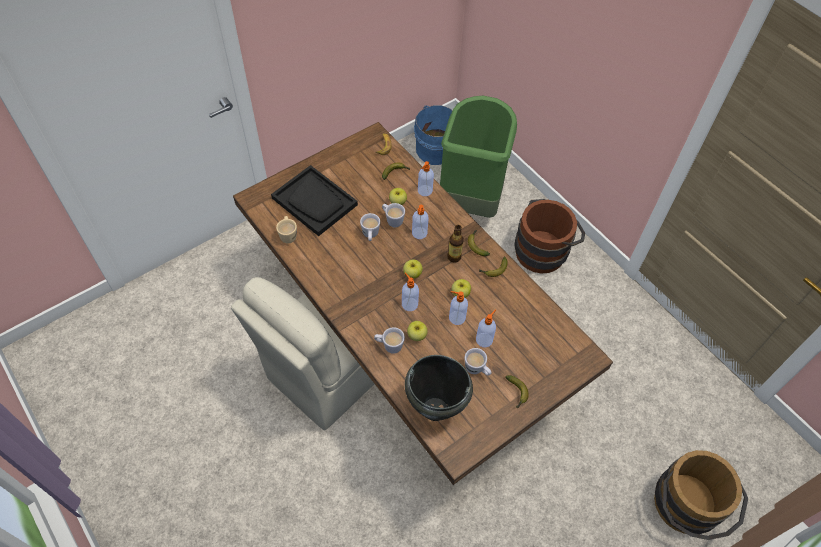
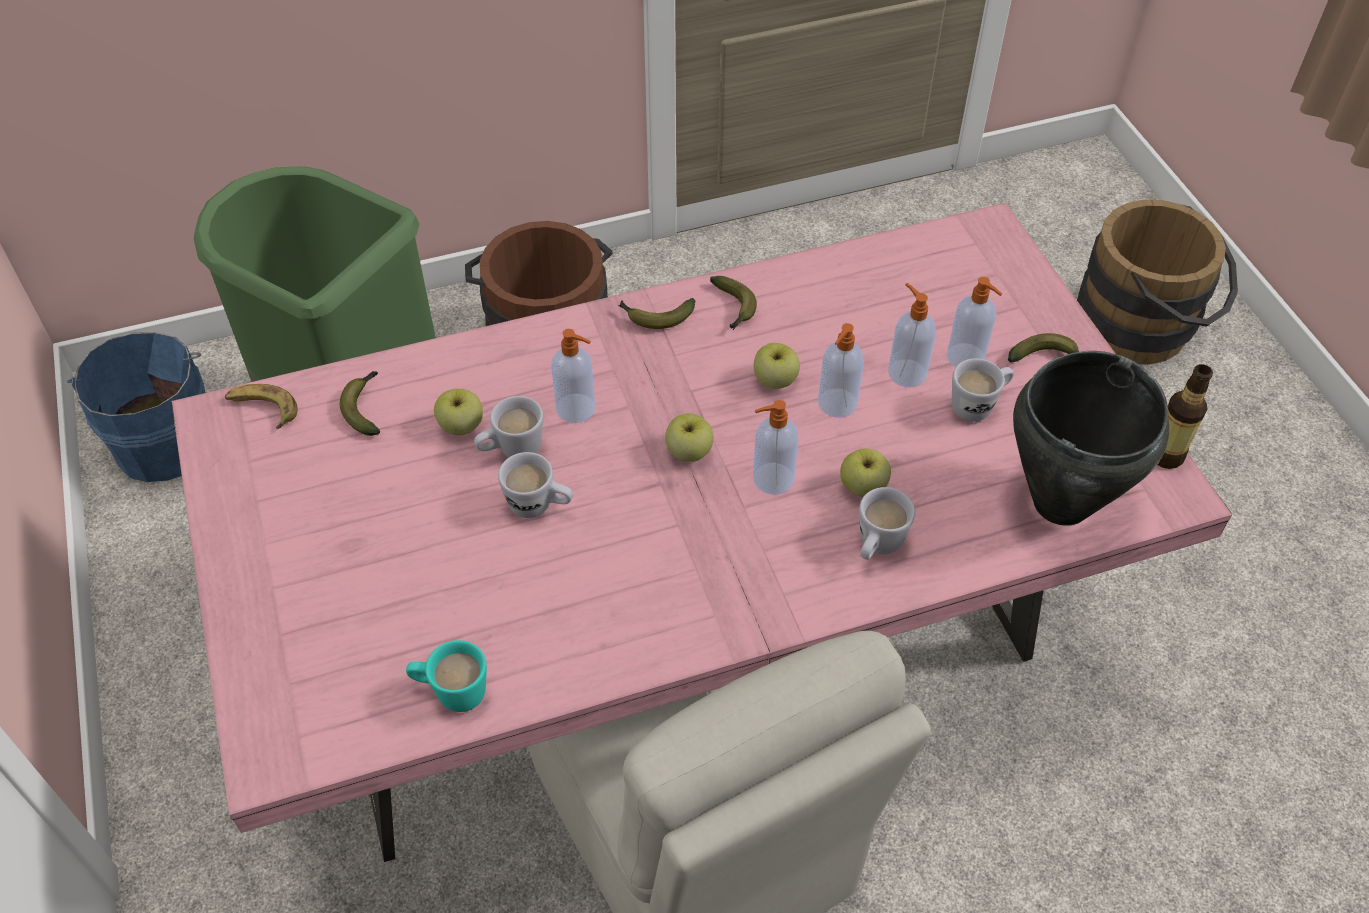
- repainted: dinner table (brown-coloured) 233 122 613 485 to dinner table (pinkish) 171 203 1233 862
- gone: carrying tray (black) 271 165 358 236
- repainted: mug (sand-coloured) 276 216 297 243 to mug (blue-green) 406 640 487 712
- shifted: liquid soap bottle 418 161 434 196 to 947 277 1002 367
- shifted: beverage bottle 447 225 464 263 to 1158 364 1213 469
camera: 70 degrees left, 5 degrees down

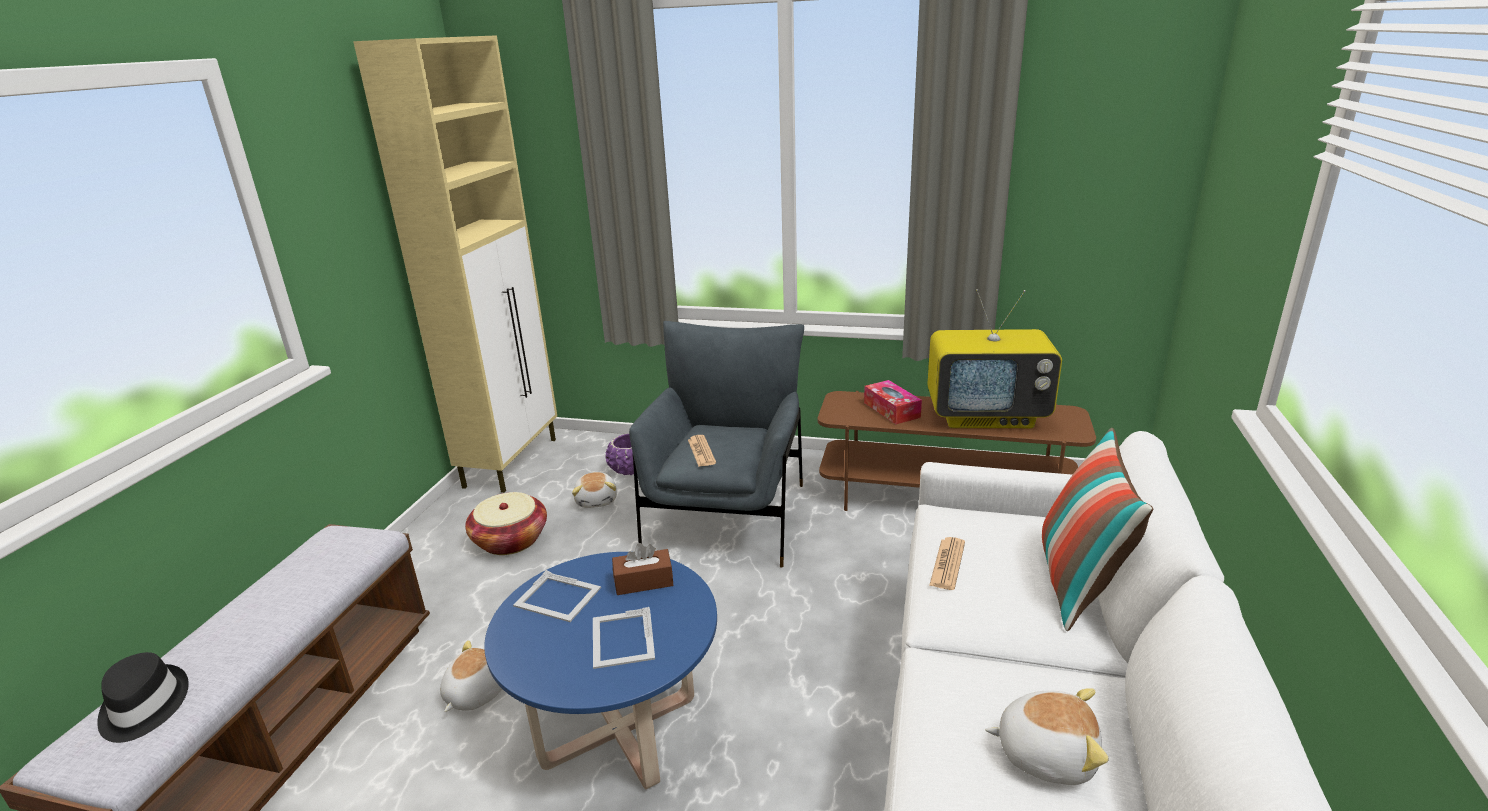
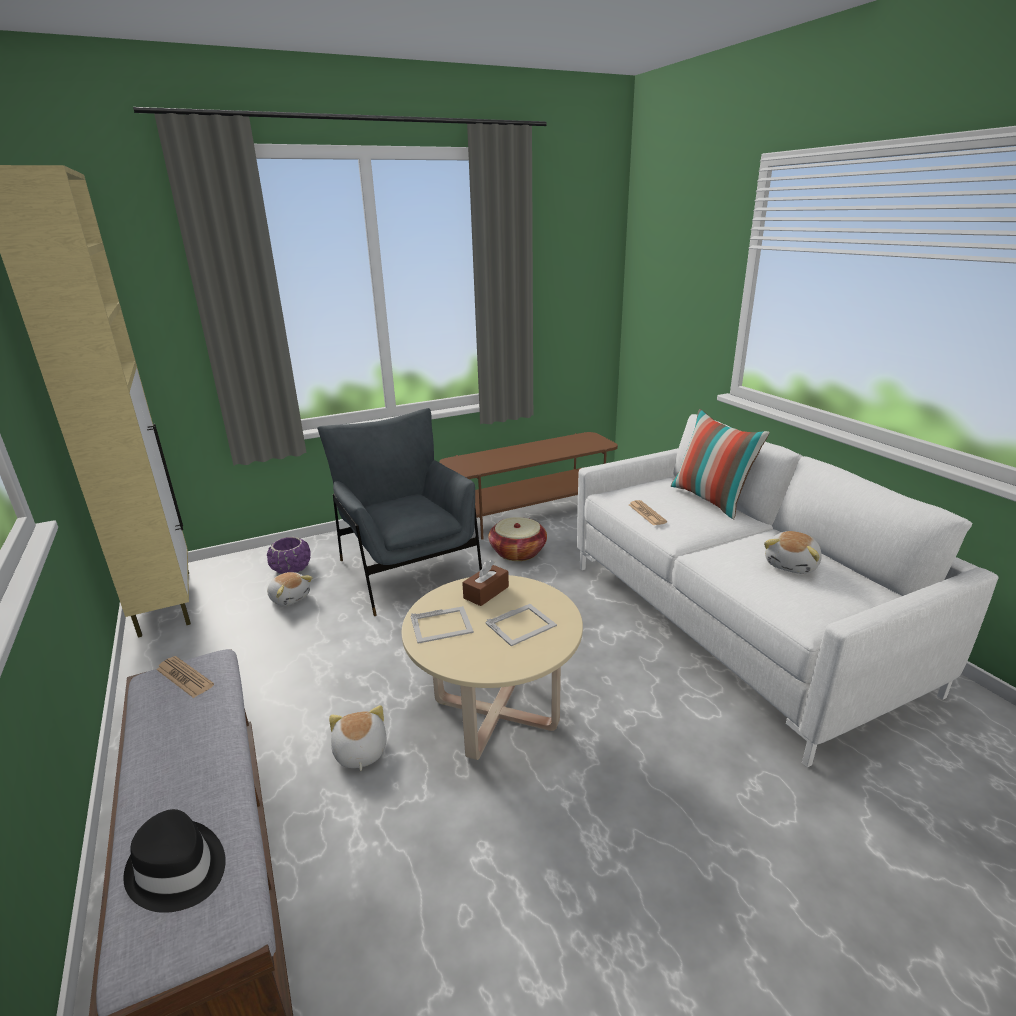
- shifted: household basket 465 492 547 555 to 488 517 547 561
- repainted: coffee table (blue-coloured) 484 552 717 789 to coffee table (sand-coloured) 402 575 583 760
- rotated: standing frame 593 607 655 669 = 485 604 557 646 75 degrees counterclockwise
- shifted: printed paper 688 435 716 467 to 156 656 214 698
- gone: tissue holder 864 380 922 424
- gone: TV set 928 289 1062 428
- rotated: plush toy 985 688 1109 785 = 764 531 822 574 150 degrees clockwise
camera: 40 degrees left, 0 degrees up

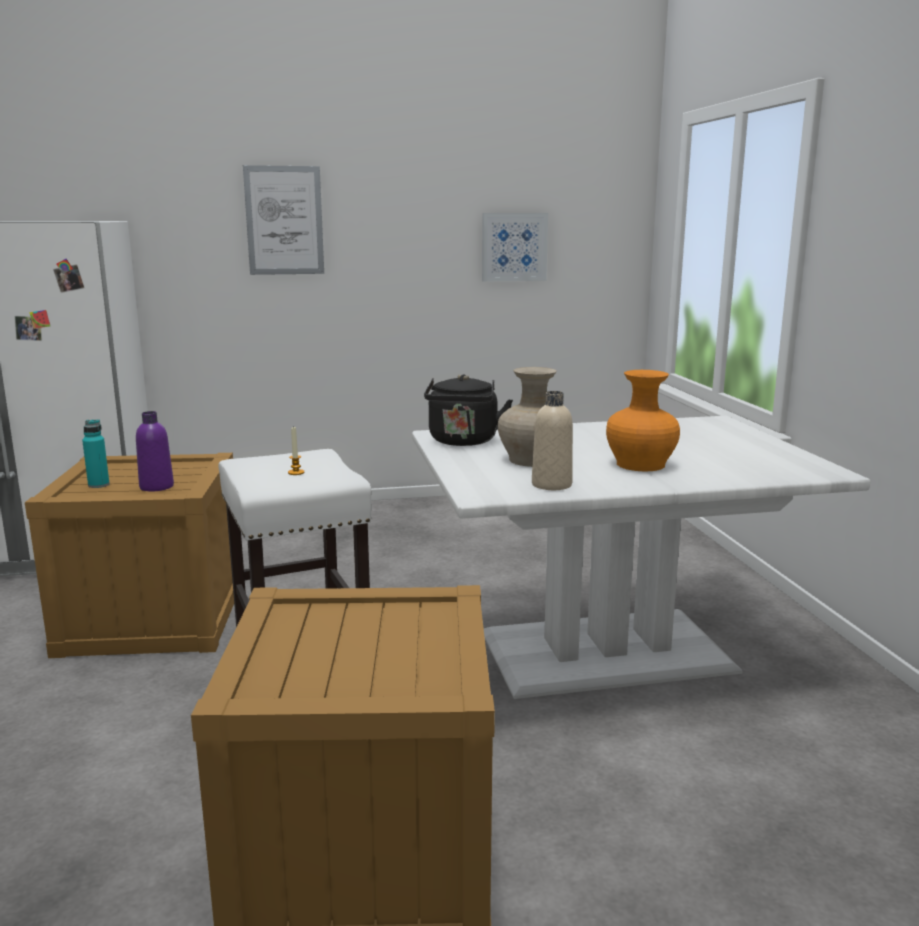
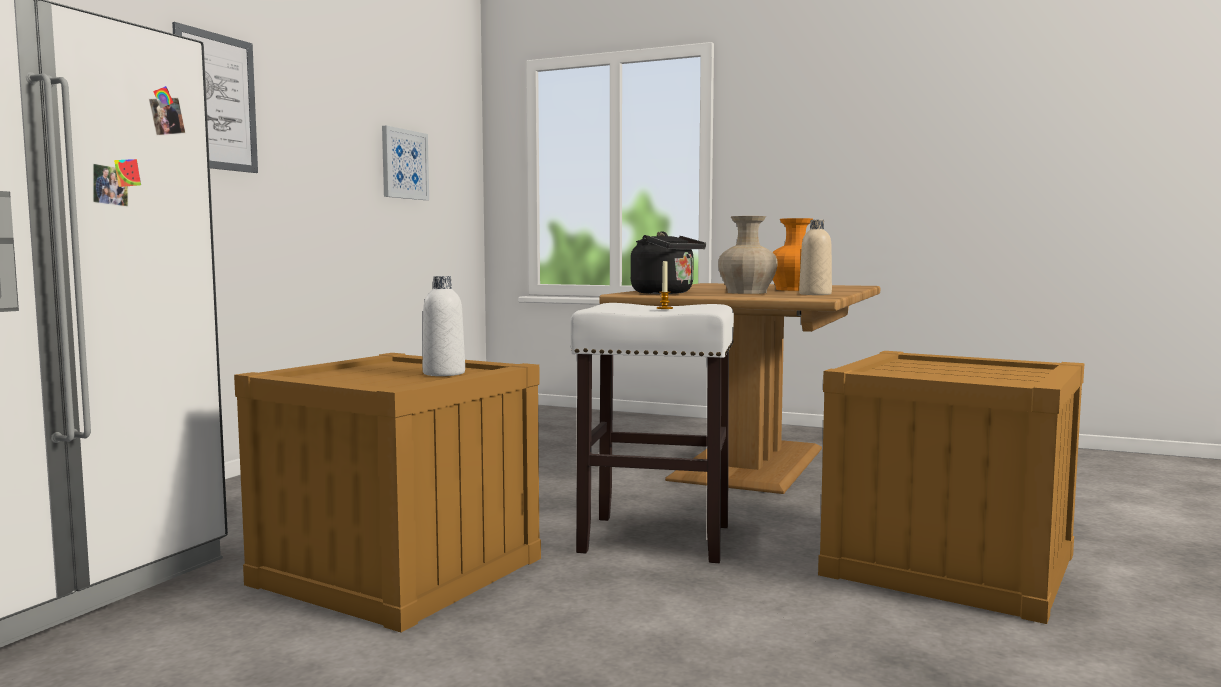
- gone: beverage bottle (blue-green) 82 420 110 488
- repainted: beverage bottle (purple) 136 411 174 491 to beverage bottle (white-coloured) 423 276 465 376
- repainted: dinner table (white-coloured) 412 416 871 699 to dinner table (brown-coloured) 599 283 880 494
camera: 55 degrees left, 10 degrees down

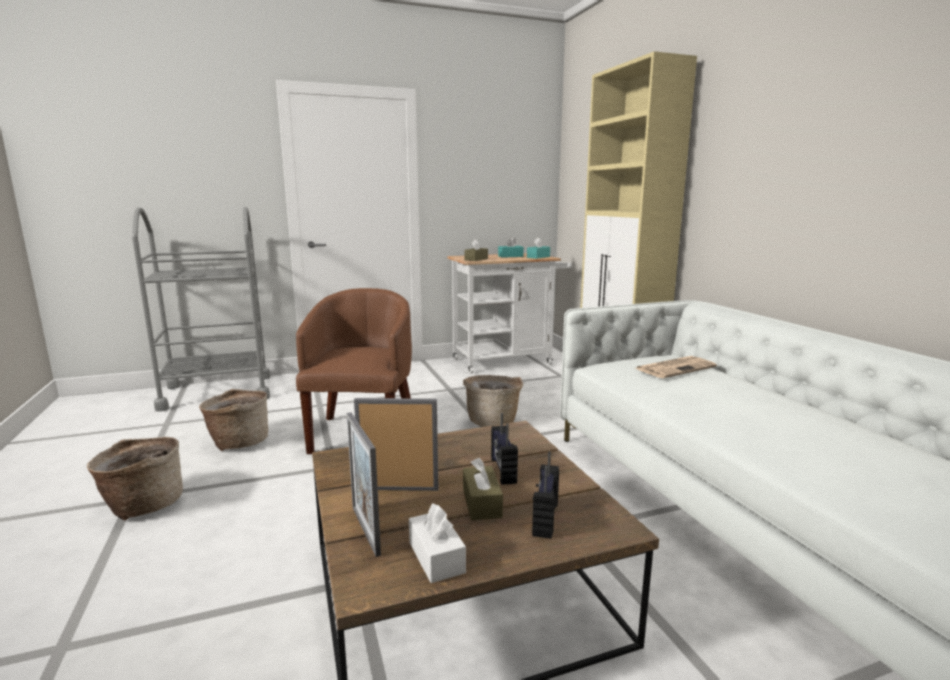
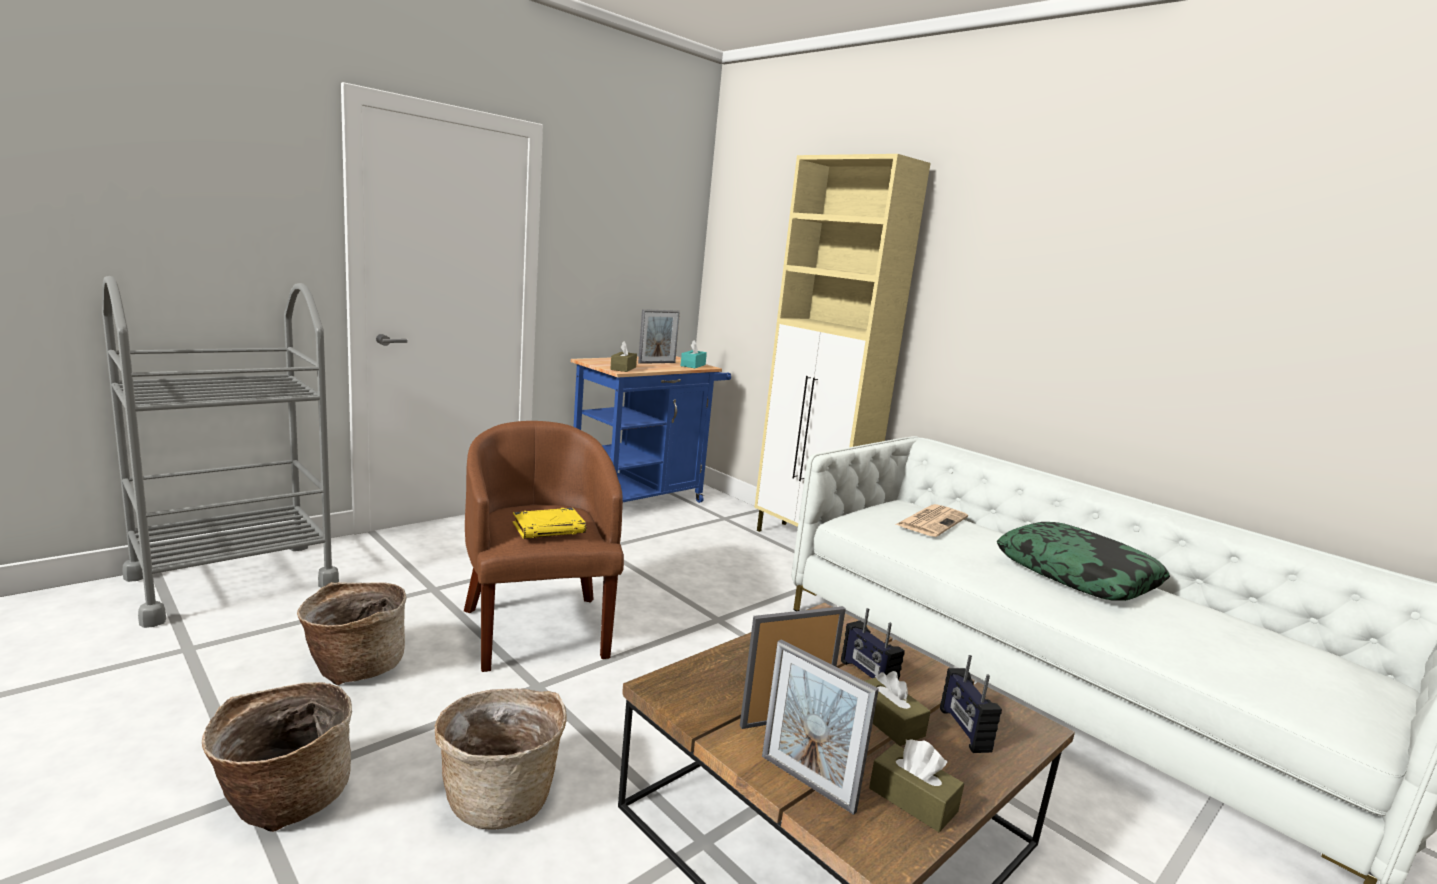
- repainted: tissue holder (white-coloured) 409 503 466 583 to tissue holder (brown-coloured) 869 740 964 832
- repainted: trolley (white-coloured) 447 253 572 374 to trolley (blue-coloured) 571 356 731 503
- shifted: household basket 463 375 523 427 to 435 688 567 830
- swapped: tissue holder (blue-green) 498 237 524 258 to standing frame 638 309 680 364
- new: volume (yellow-coloured) 513 508 586 539
- new: pillow 997 522 1170 601
camera: 25 degrees left, 0 degrees up

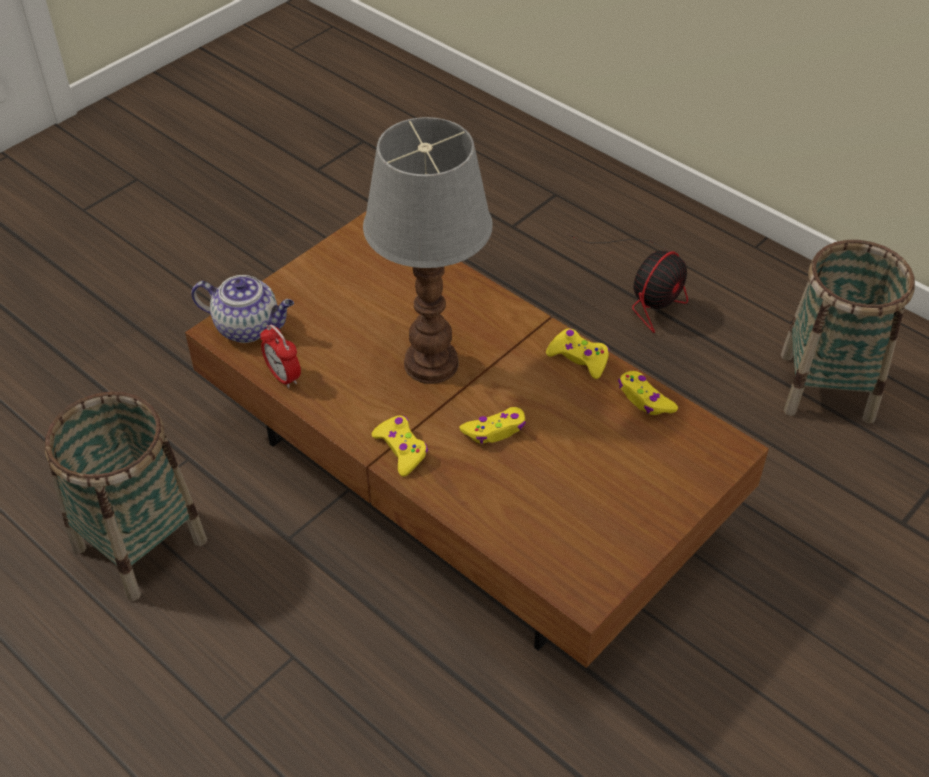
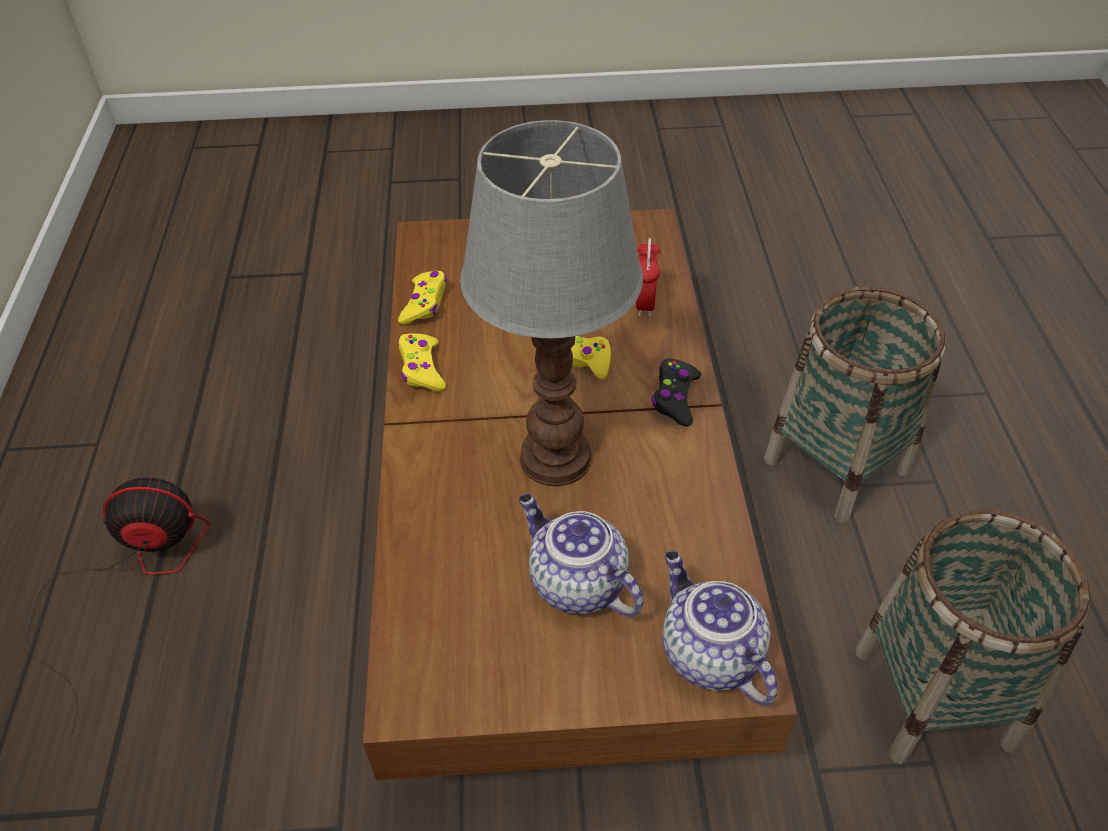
- shifted: alarm clock 260 325 301 388 to 636 238 661 317
- repainted: game controller (yellow-coloured) 371 416 428 477 to game controller (black) 651 358 701 427
- shifted: household basket 780 240 915 424 to 764 286 946 523
- new: pot for tea 519 494 644 617
camera: 135 degrees left, 0 degrees up

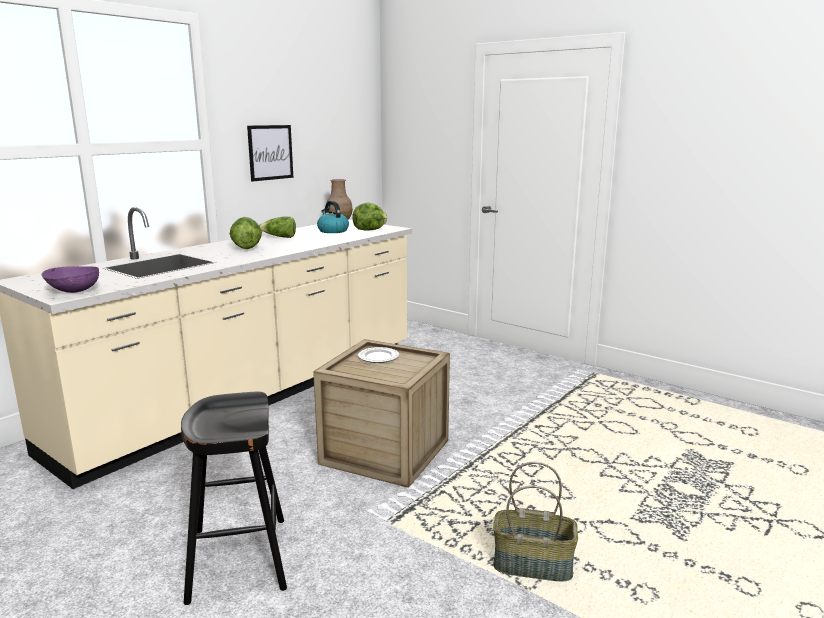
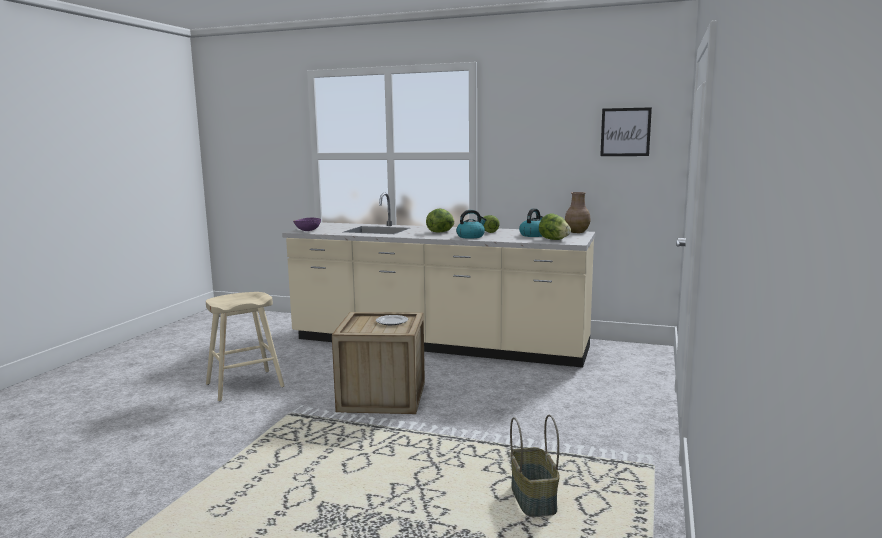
- repainted: sitting stool (black) 181 392 287 605 to sitting stool (sand-coloured) 206 292 285 401
- shifted: picture 247 125 293 182 to 600 107 652 156
- shifted: household basket 493 462 578 581 to 510 415 560 517
- new: kettle 456 210 487 239
camera: 70 degrees right, 5 degrees down

